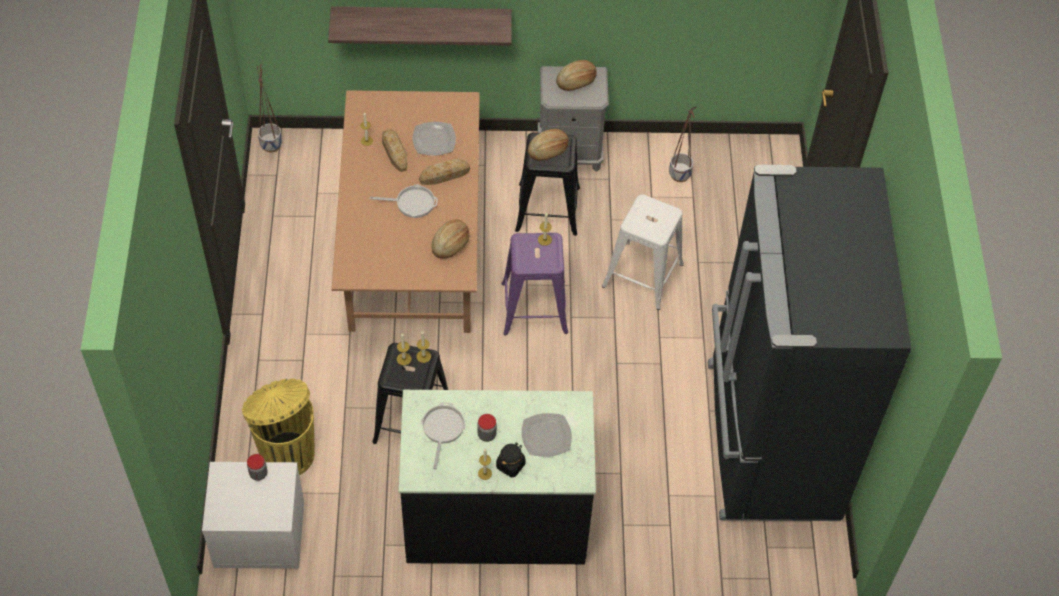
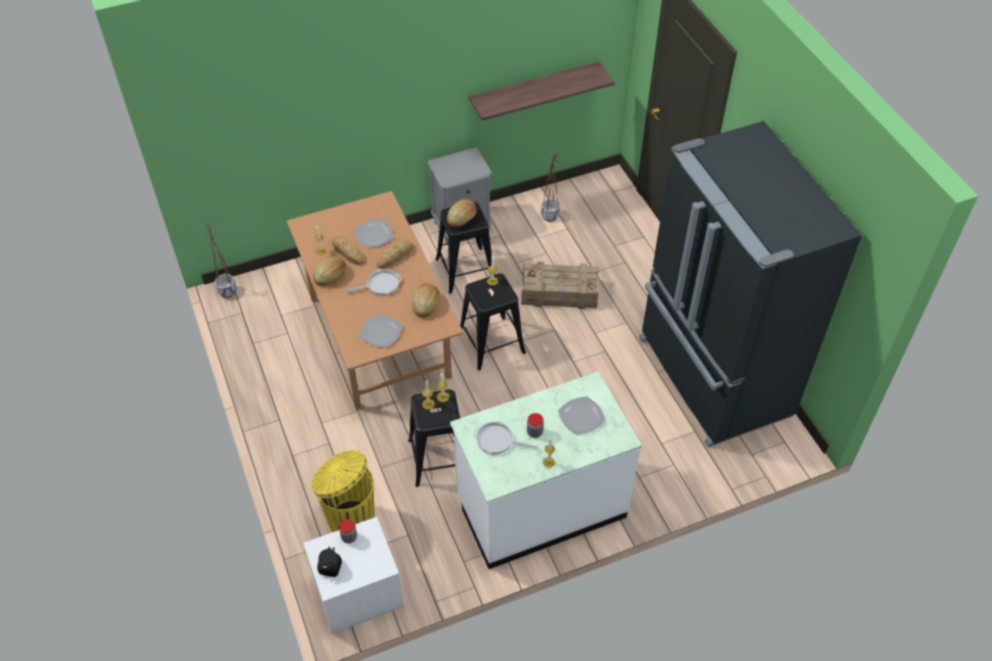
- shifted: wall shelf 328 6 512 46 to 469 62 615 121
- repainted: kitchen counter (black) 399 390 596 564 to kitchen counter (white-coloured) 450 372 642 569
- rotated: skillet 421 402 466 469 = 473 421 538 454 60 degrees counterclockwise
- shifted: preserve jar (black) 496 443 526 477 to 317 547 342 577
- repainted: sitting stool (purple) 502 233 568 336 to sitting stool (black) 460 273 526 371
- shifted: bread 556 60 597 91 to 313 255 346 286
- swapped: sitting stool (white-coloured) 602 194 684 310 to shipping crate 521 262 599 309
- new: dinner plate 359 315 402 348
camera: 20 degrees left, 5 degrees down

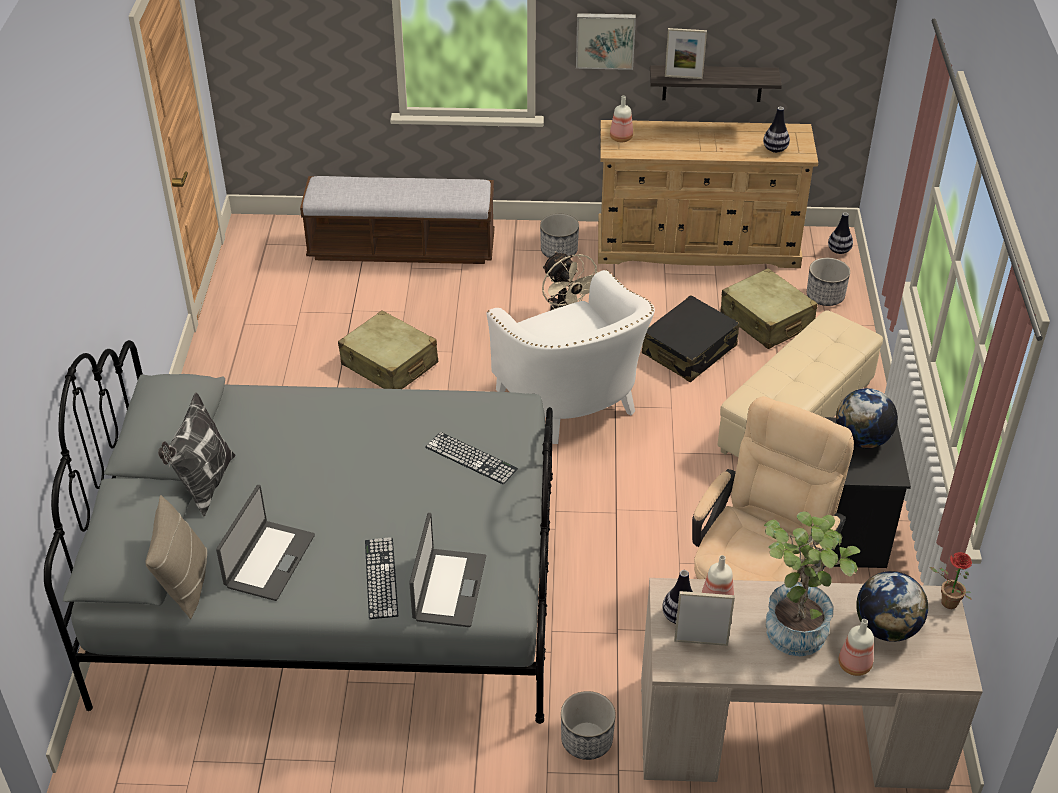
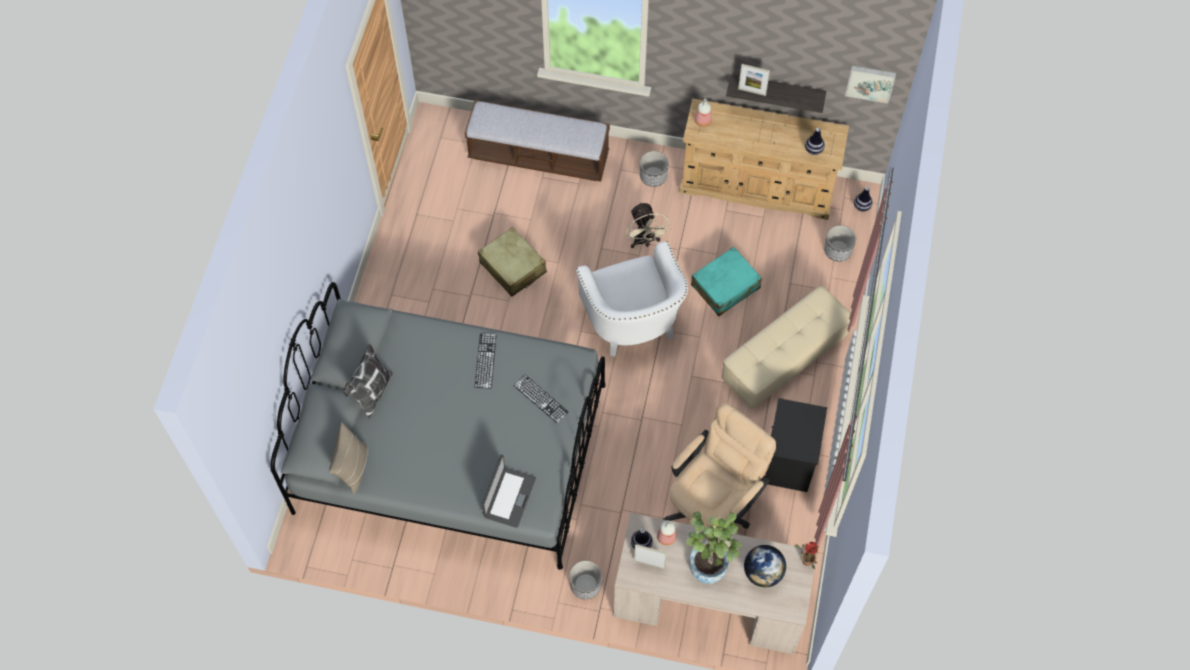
- gone: notebook computer 216 485 315 601
- shifted: keyboard 365 537 398 619 to 475 333 497 389
- shifted: picture 576 13 636 70 to 845 65 896 103
- repainted: suitcase (black) 642 295 740 382 to suitcase (blue-green) 691 247 762 316
- gone: suitcase (sand-coloured) 721 268 818 349
- gone: globe 836 388 898 449
- gone: beverage bottle 838 619 874 676
camera: 10 degrees right, 20 degrees up

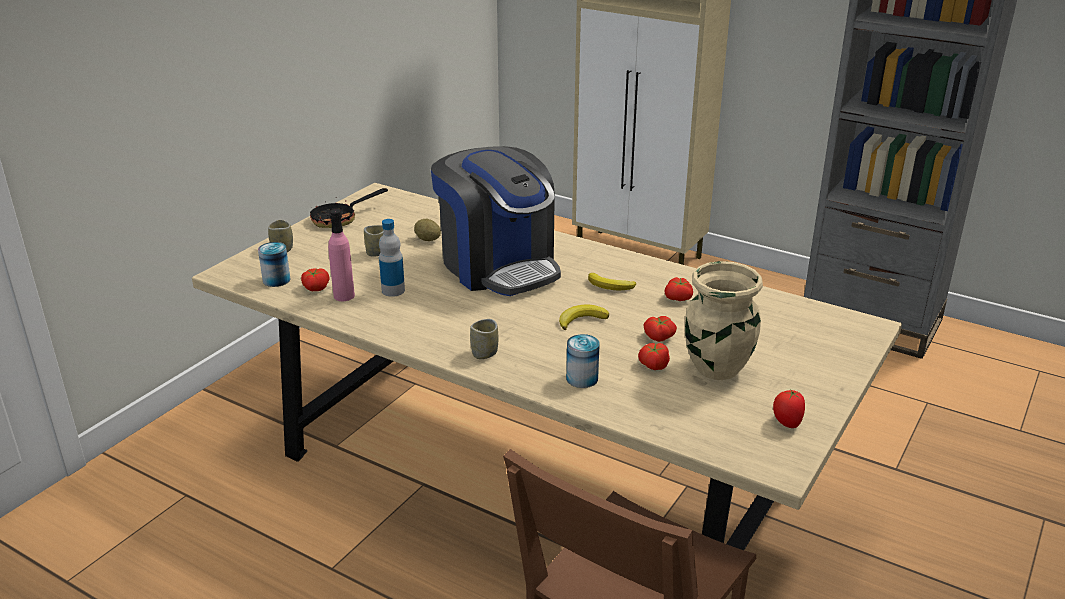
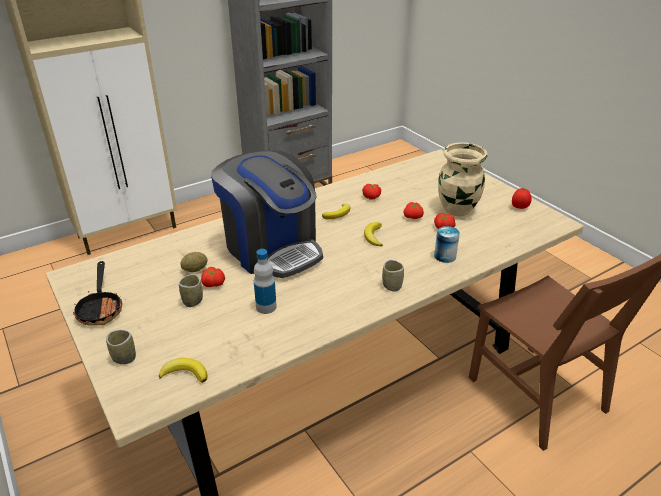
- swapped: metal can 258 242 290 287 to banana 159 358 208 383
- shifted: tomato 301 268 329 291 to 201 267 225 287
- gone: beverage bottle (pinkish) 328 209 355 301
- rotated: coffee machine 431 146 561 296 = 211 150 323 278 60 degrees clockwise
camera: 65 degrees left, 5 degrees up

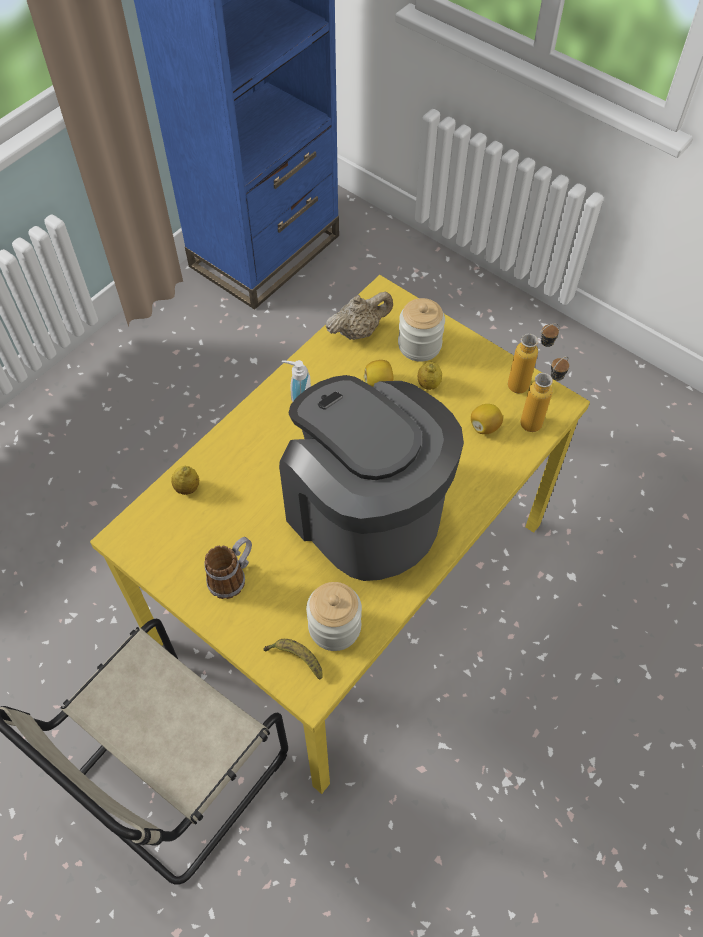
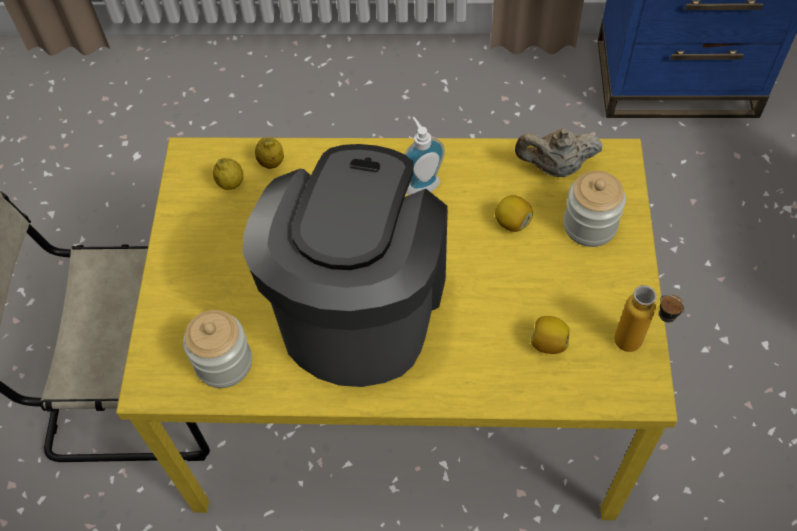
- gone: mug 204 537 252 599
- gone: banana 263 639 323 679
- rotated: pot for tea (sand-coloured) 326 292 393 340 = 515 128 603 177 150 degrees clockwise
- shifted: citrus fruit 418 362 442 390 to 213 158 243 190
- gone: beverage bottle 520 356 569 432
camera: 55 degrees right, 0 degrees up

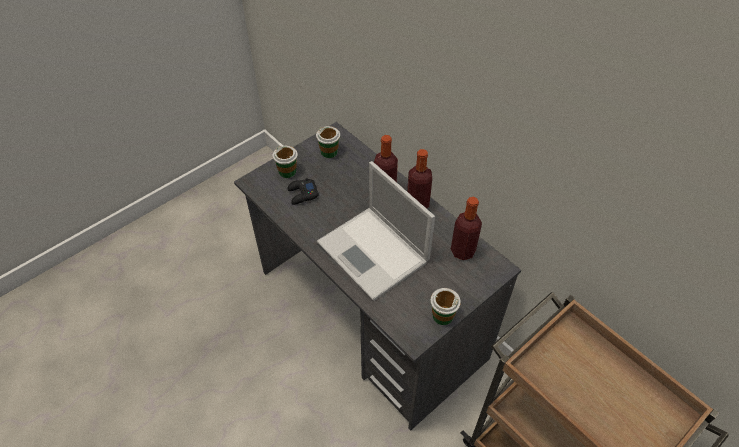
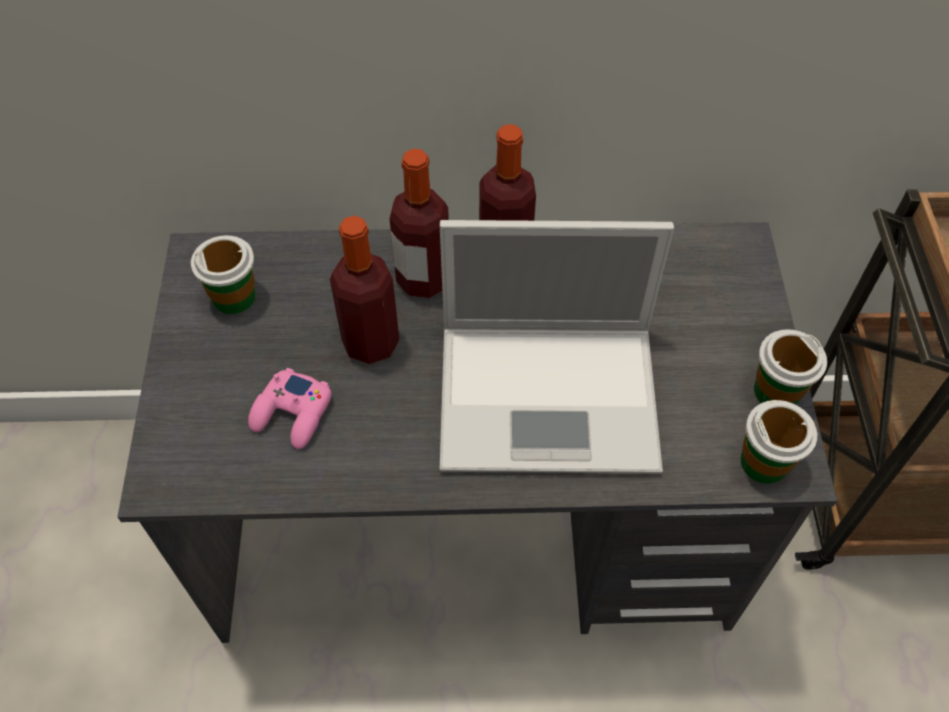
- shifted: drinking cup 273 146 298 178 to 740 400 817 484
- repainted: game controller (black) 287 178 319 205 to game controller (pinkish) 248 368 332 449
- shifted: beverage bottle 451 197 482 260 to 330 215 399 364
camera: 50 degrees left, 5 degrees up

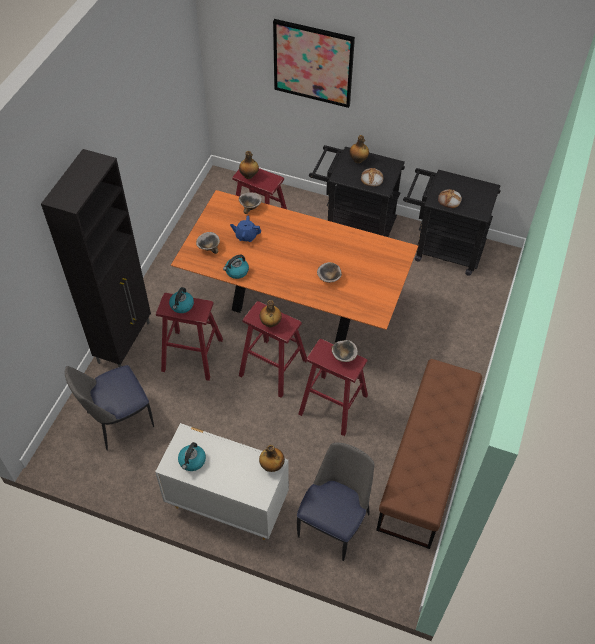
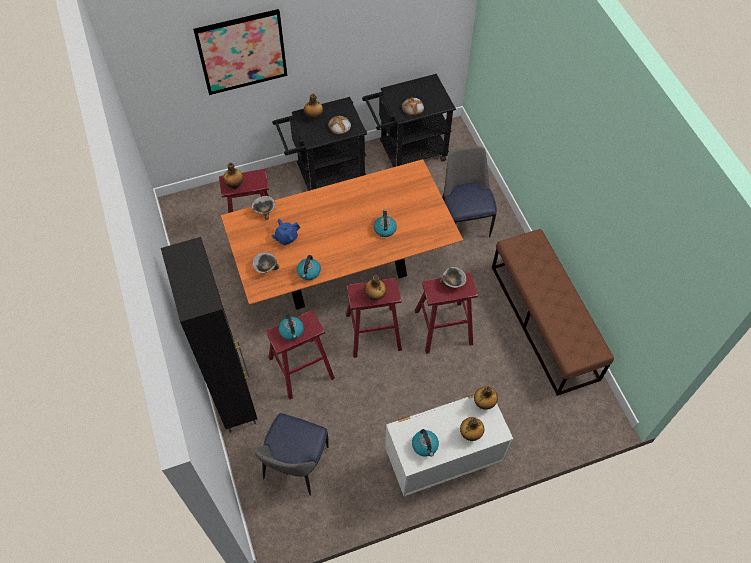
- shifted: chair 297 443 375 561 to 442 146 497 237
- swapped: serving bowl 317 262 342 283 to kettle 374 210 397 237
- new: beverage bottle 460 417 484 441
camera: 40 degrees left, 5 degrees up

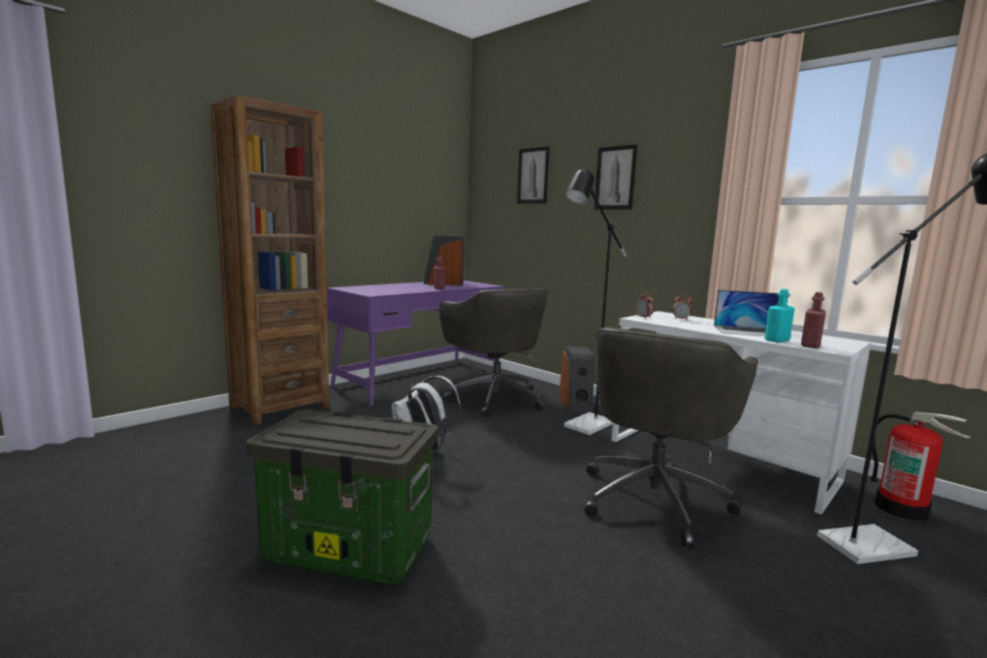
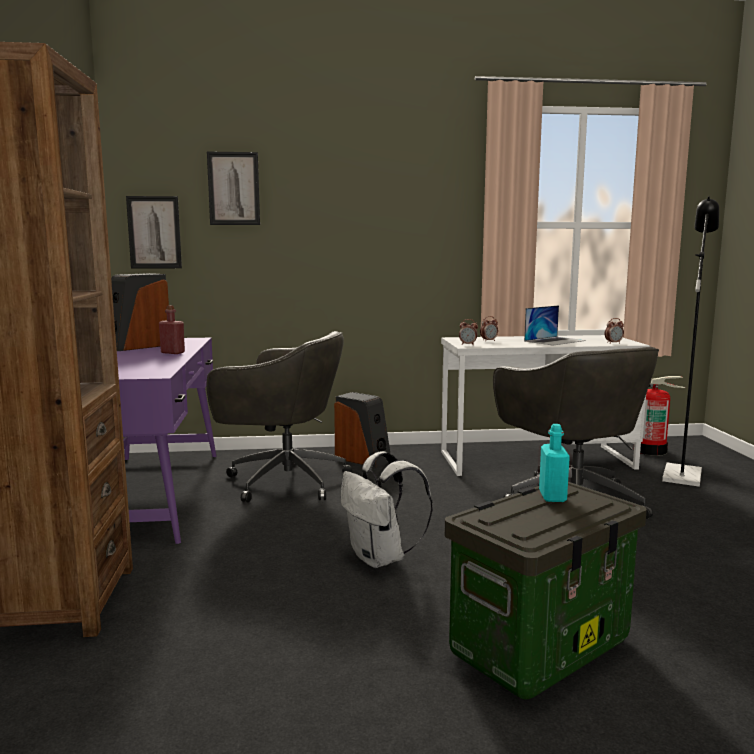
- gone: floor lamp (black) 564 167 627 435
- shifted: picture 594 144 638 210 to 126 196 182 269
- shifted: beverage bottle (blue-green) 765 289 795 343 to 539 424 570 502
- swapped: beverage bottle (reddish) 801 292 826 348 to alarm clock 605 318 624 344
camera: 50 degrees left, 0 degrees up

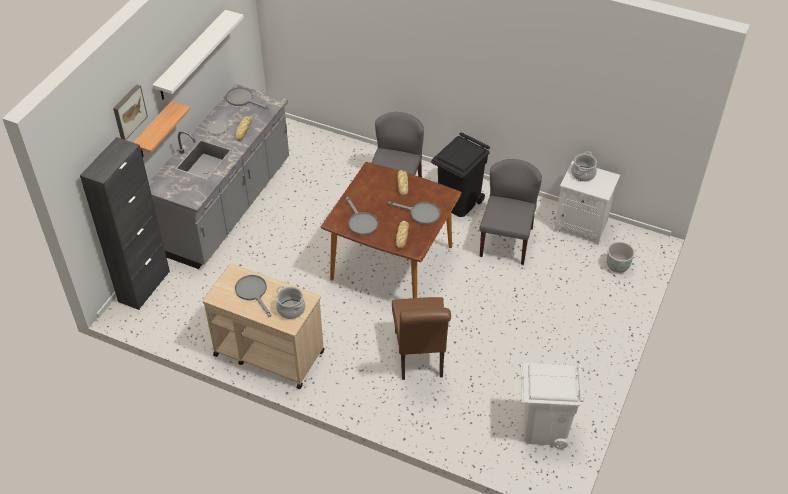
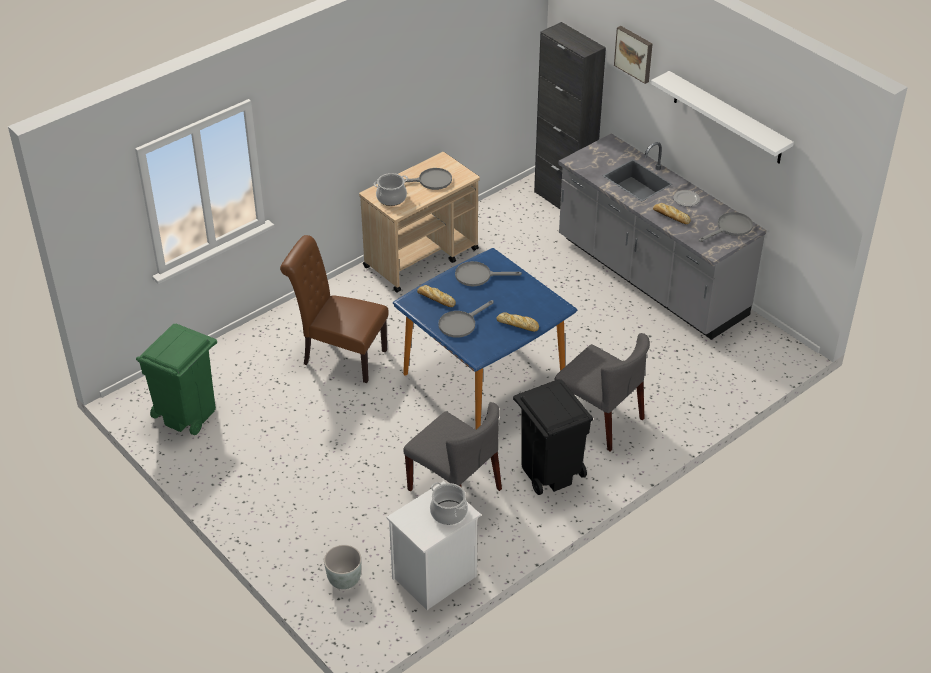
- gone: wall shelf 133 101 190 157
- repainted: dinner table (brown-coloured) 321 162 462 298 to dinner table (blue-coloured) 393 248 577 430
- repainted: rubbish bin (white-coloured) 521 363 584 449 to rubbish bin (green) 136 324 217 435
camera: 115 degrees right, 5 degrees down

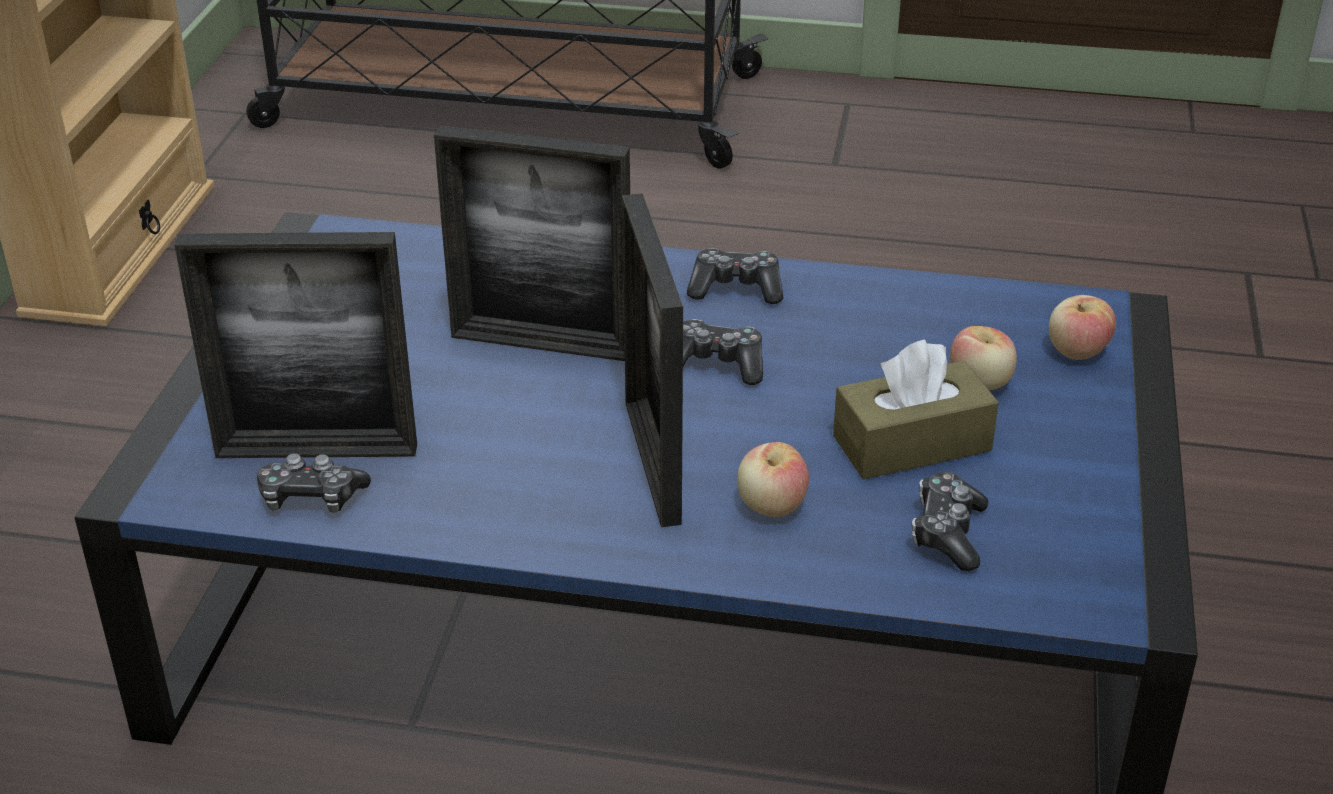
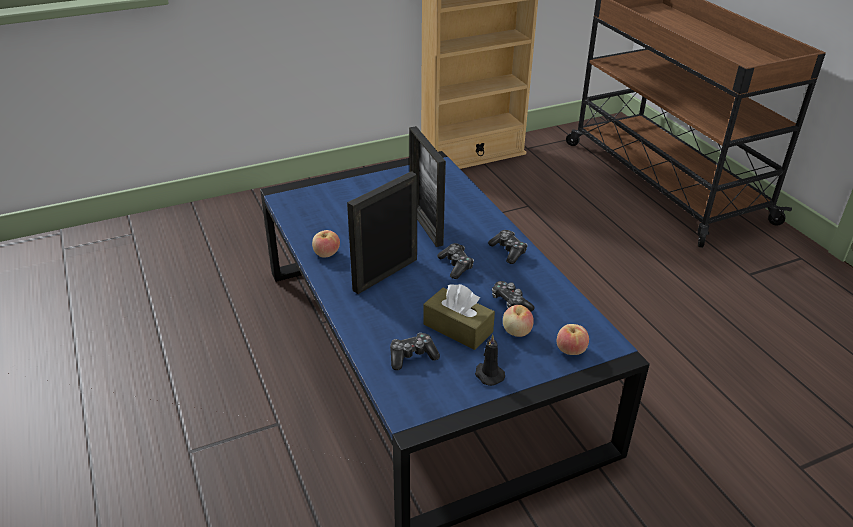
- gone: standing frame 174 232 417 458
- shifted: game controller 257 453 371 513 to 492 281 535 312
- shifted: apple fruit 737 442 809 517 to 312 230 340 258
- new: wax light (black) 475 335 505 386
camera: 55 degrees right, 0 degrees up

